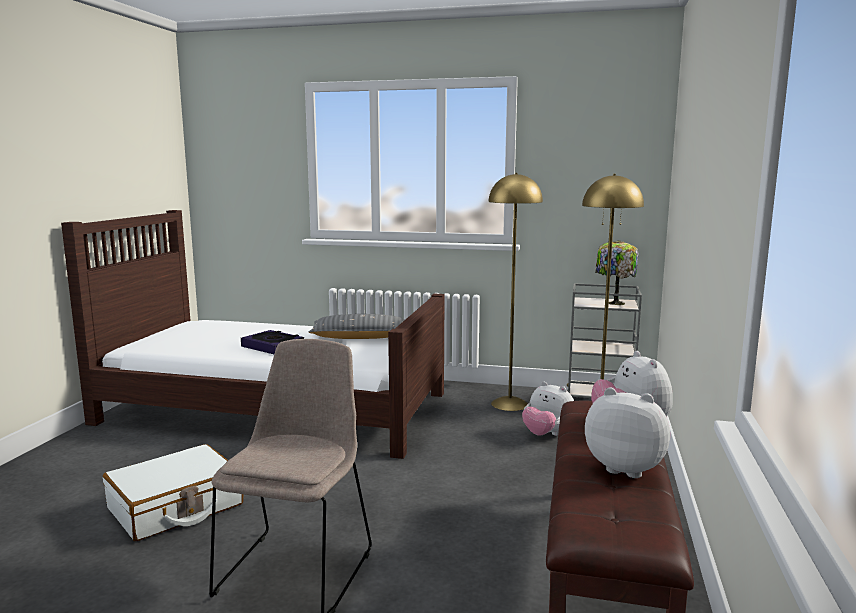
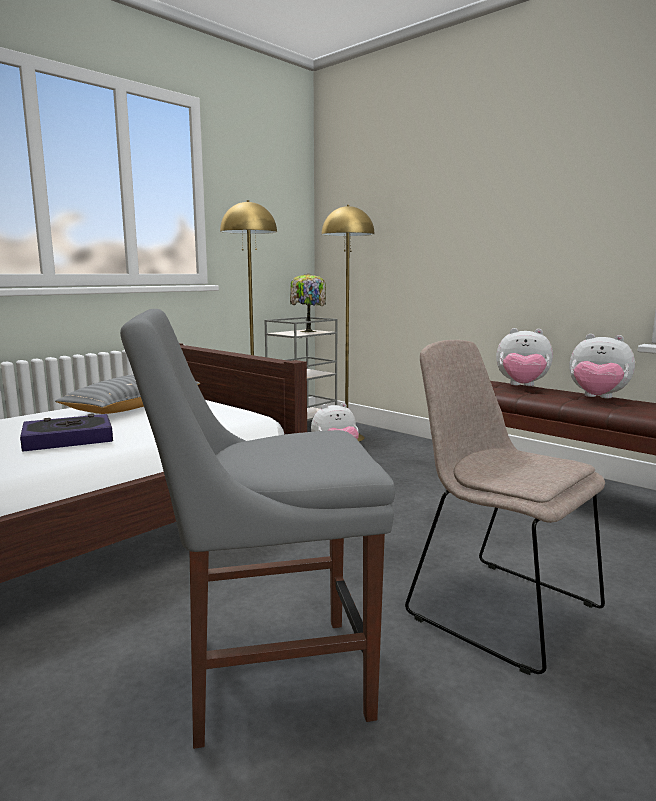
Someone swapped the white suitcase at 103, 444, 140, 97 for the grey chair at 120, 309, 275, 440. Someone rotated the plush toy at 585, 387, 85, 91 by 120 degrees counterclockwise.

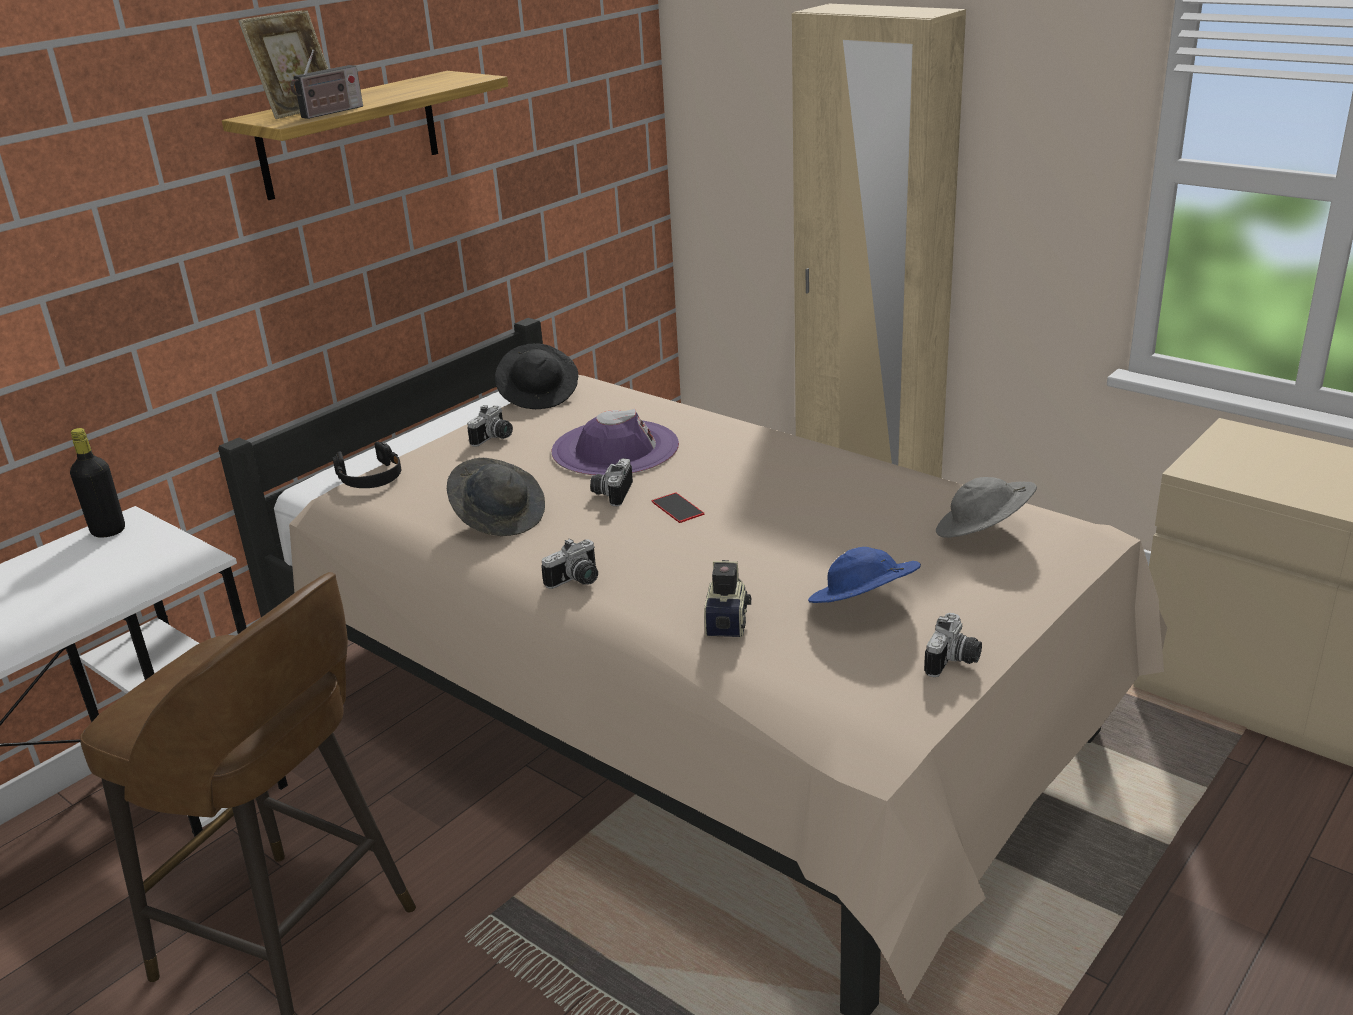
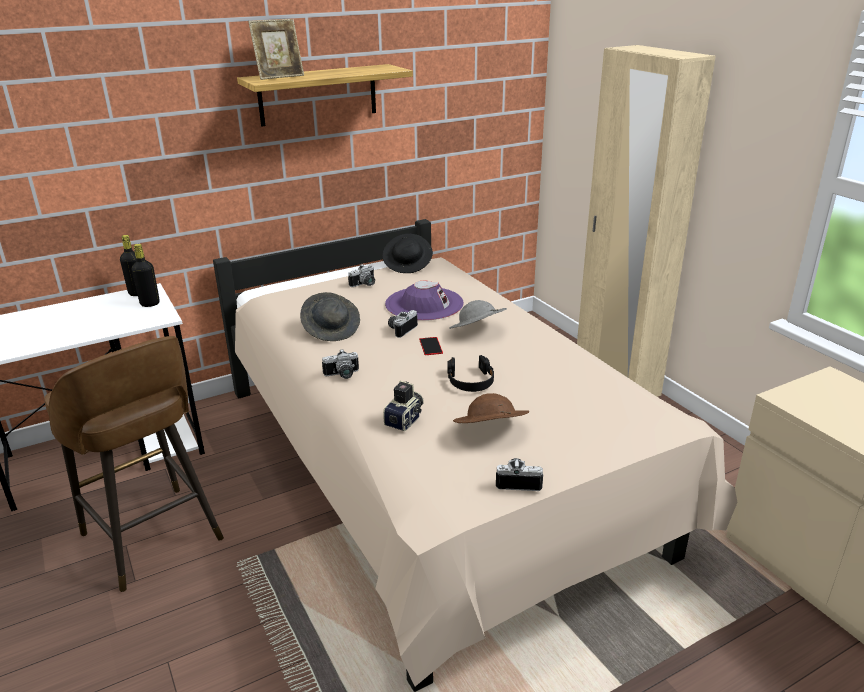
Someone took away the radio at 290, 49, 73, 70. Someone carried the black headphones from 333, 442, 68, 46 to 447, 355, 47, 37. Someone repainted the blue hat at 808, 547, 113, 56, which became the brown hat at 453, 393, 76, 30. Someone rotated the photo camera at 924, 613, 58, 64 by 135 degrees counterclockwise. Someone carried the grey hat from 936, 477, 101, 61 to 449, 300, 58, 29. Someone put down the black bottle at 132, 244, 28, 63.

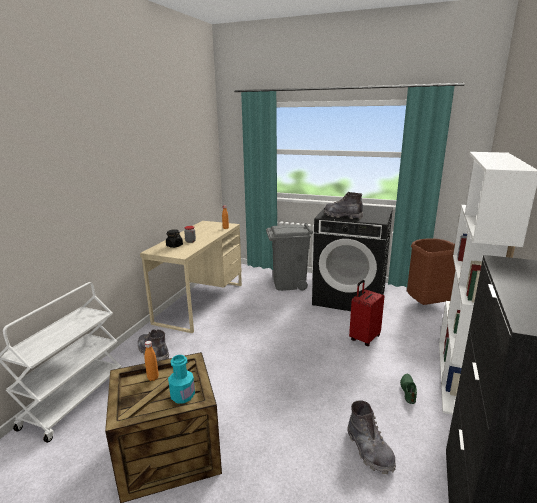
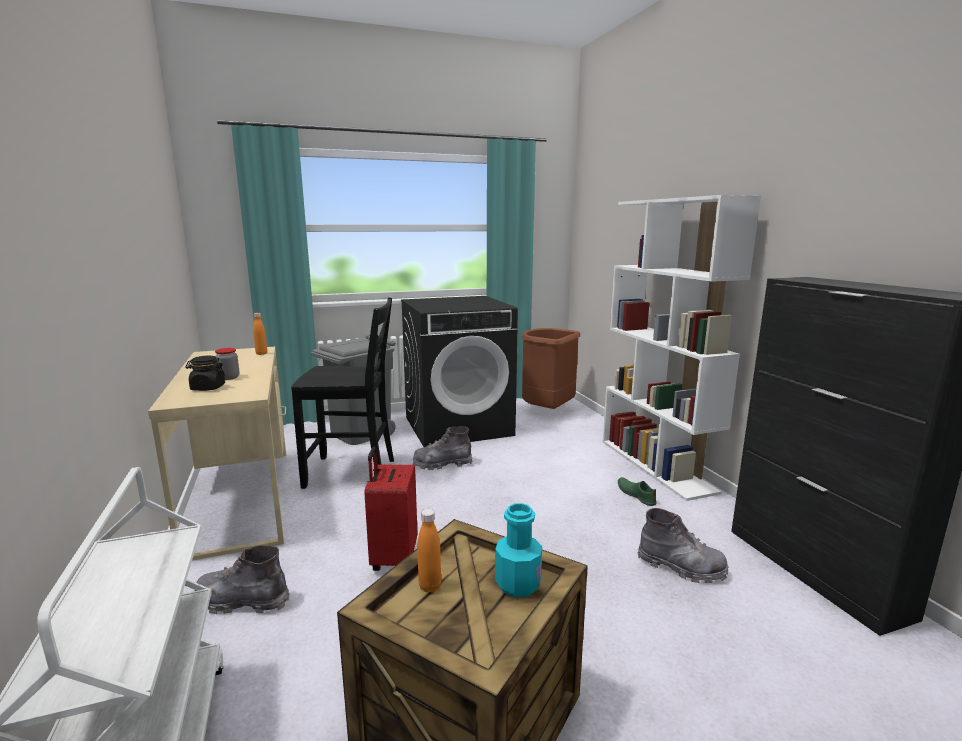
Someone carried the grey boot from 324, 192, 39, 27 to 413, 426, 59, 44. Someone carried the red suitcase from 349, 280, 36, 66 to 364, 447, 53, 124. Someone put down the black chair at 291, 297, 103, 192.

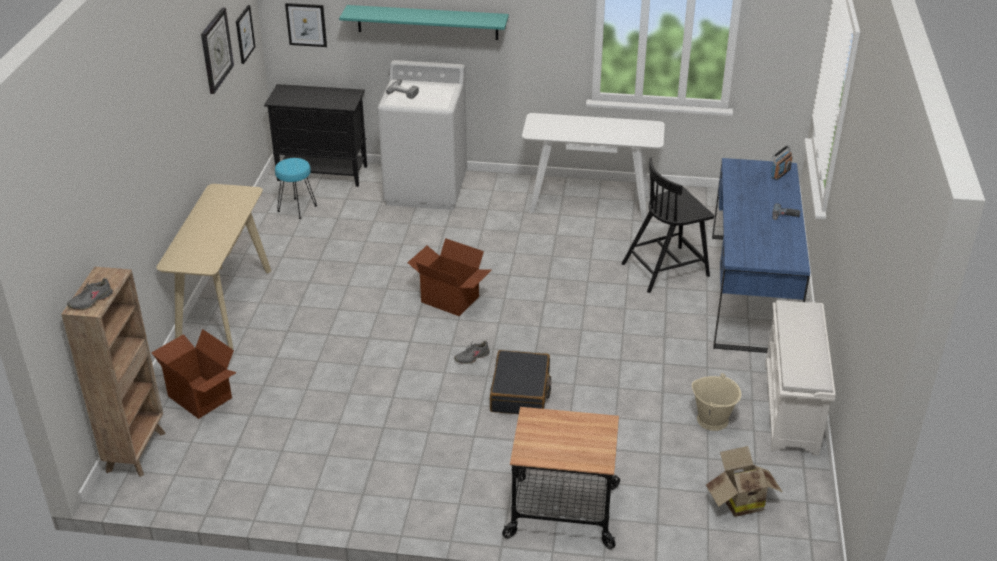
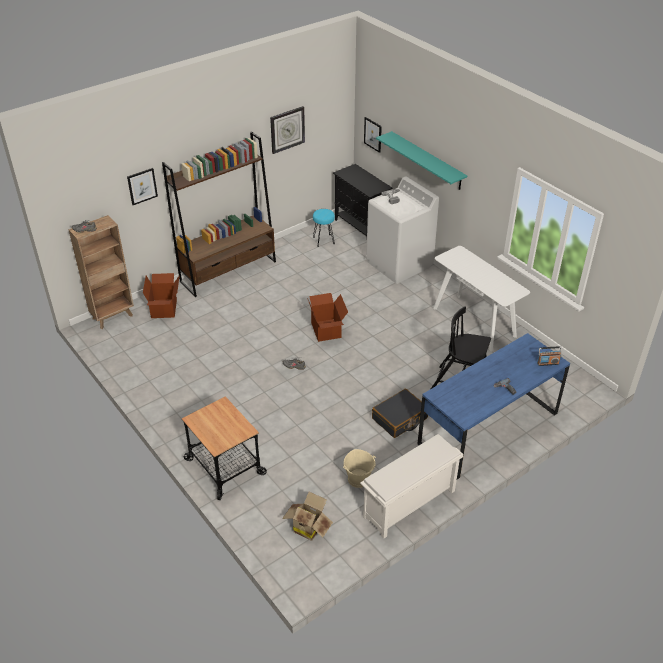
Someone swapped the beige console table at 156, 184, 115, 165 for the brown bookcase at 162, 131, 114, 166. Someone carried the picture from 236, 5, 19, 59 to 127, 168, 31, 37. Someone carried the black suitcase from 490, 350, 61, 64 to 372, 389, 56, 49.

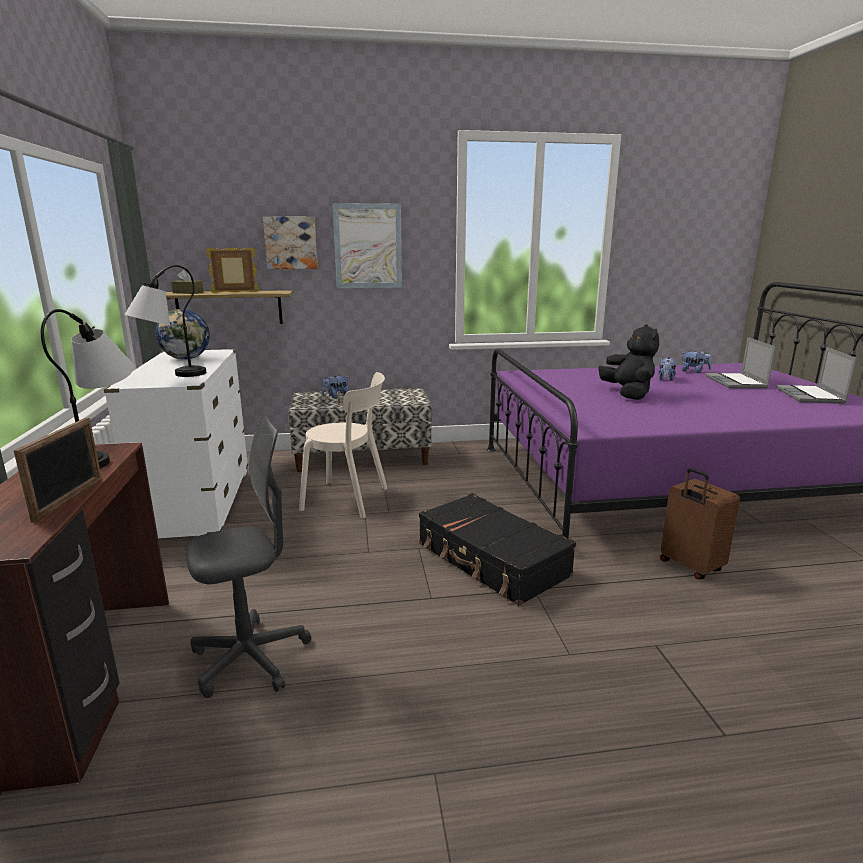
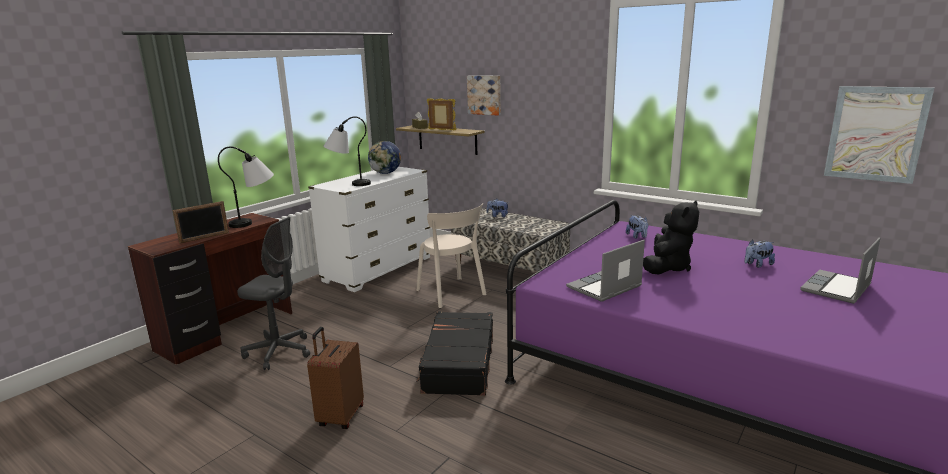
Someone carried the picture from 332, 203, 70, 85 to 824, 86, 110, 98. Someone carried the brown suitcase from 660, 468, 80, 111 to 307, 327, 57, 102. Someone carried the plush toy from 682, 350, 30, 23 to 626, 215, 22, 24. Someone carried the laptop from 776, 347, 81, 57 to 566, 240, 79, 62.

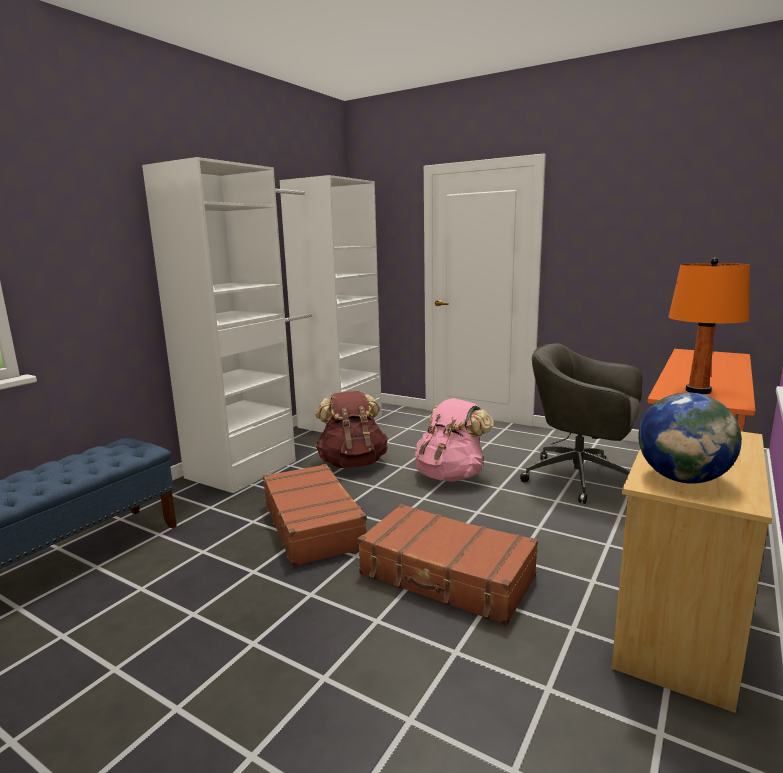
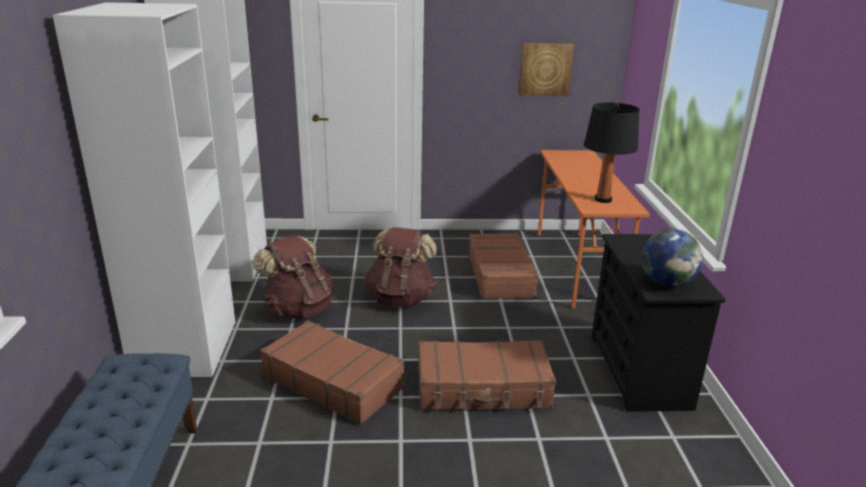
Someone repainted the pink backpack at 415, 398, 78, 84, which became the brown backpack at 364, 227, 73, 80. Someone swapped the grey office chair at 520, 344, 123, 160 for the brown suitcase at 469, 233, 70, 66. Someone repainted the beige dresser at 611, 431, 161, 282, which became the black dresser at 591, 234, 135, 178. Someone repainted the orange table lamp at 668, 258, 82, 136, which became the black table lamp at 584, 102, 56, 101. Someone put up the picture at 518, 43, 56, 53.

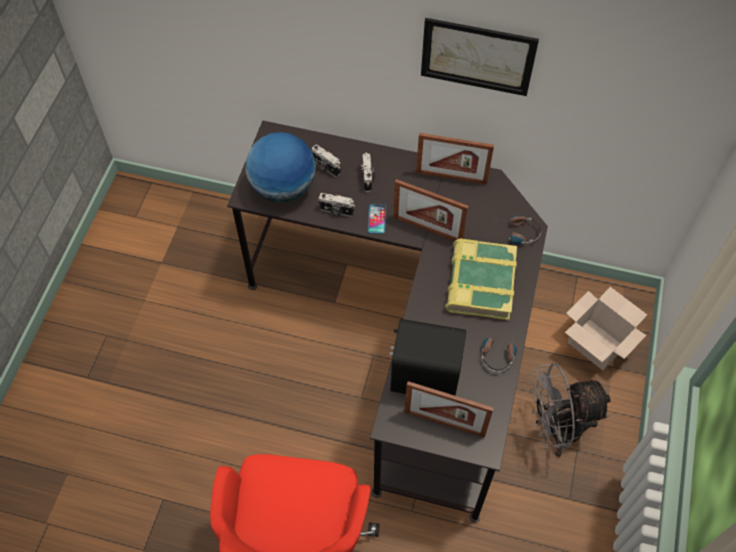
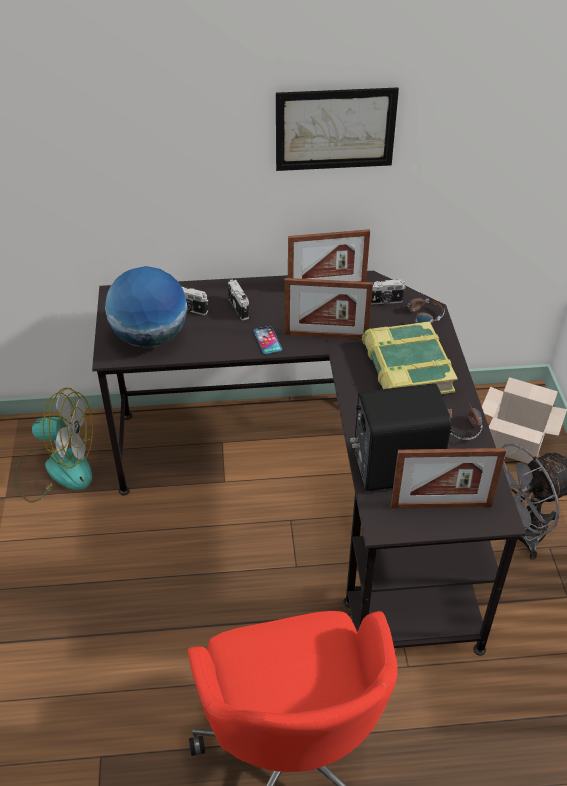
Someone carried the photo camera from 318, 193, 37, 24 to 371, 279, 35, 25. Someone put down the fan at 15, 387, 78, 116.

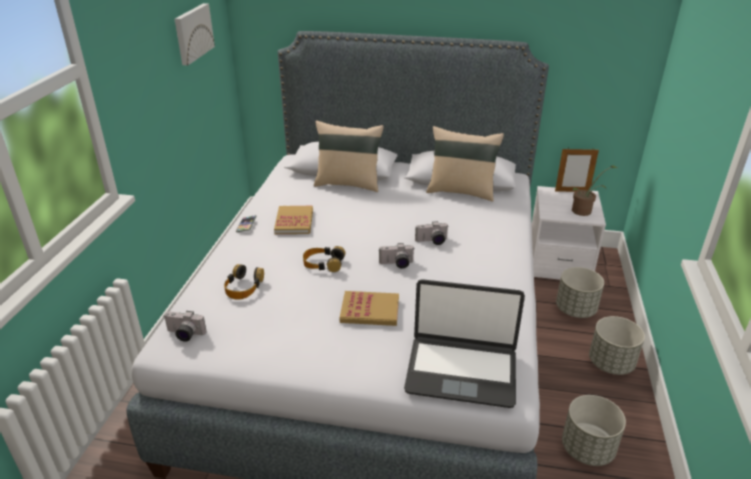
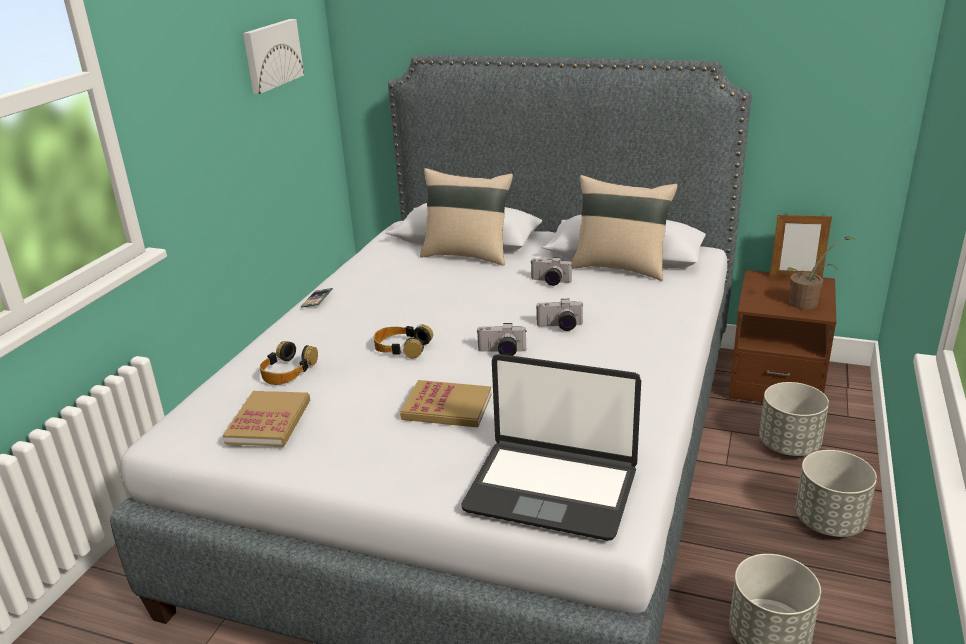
Someone carried the photo camera from 164, 311, 42, 31 to 530, 257, 42, 29. Someone carried the book from 274, 206, 39, 28 to 223, 391, 87, 56. Someone repainted the white nightstand at 532, 186, 74, 94, which became the brown nightstand at 729, 270, 107, 133.

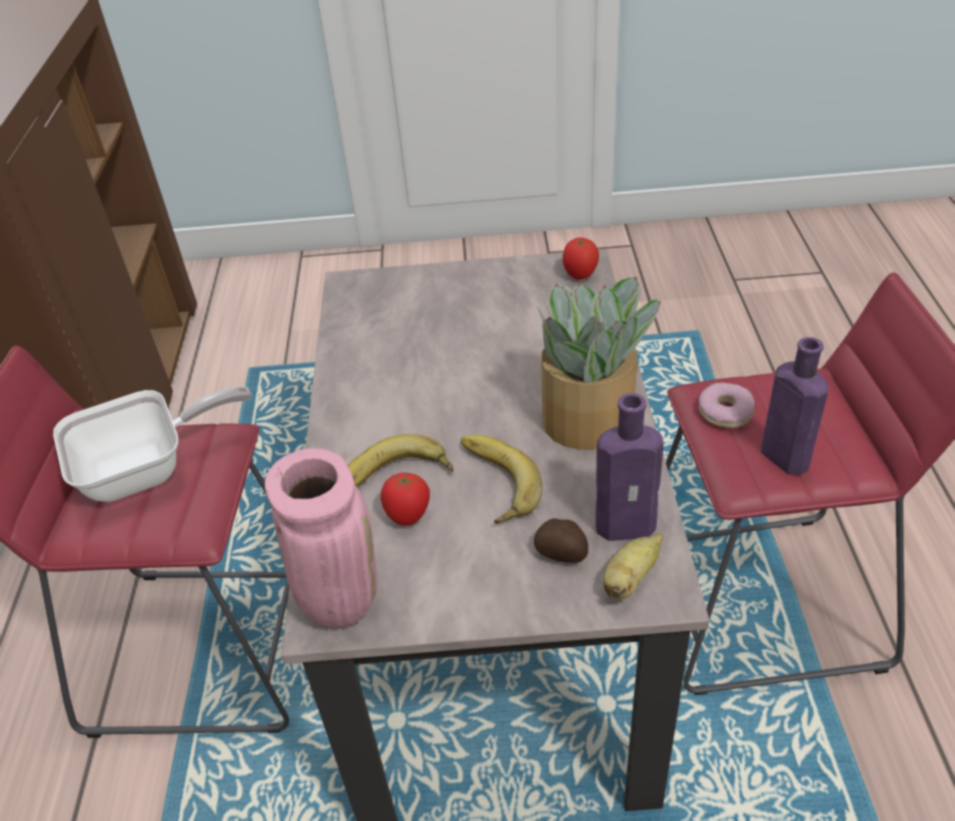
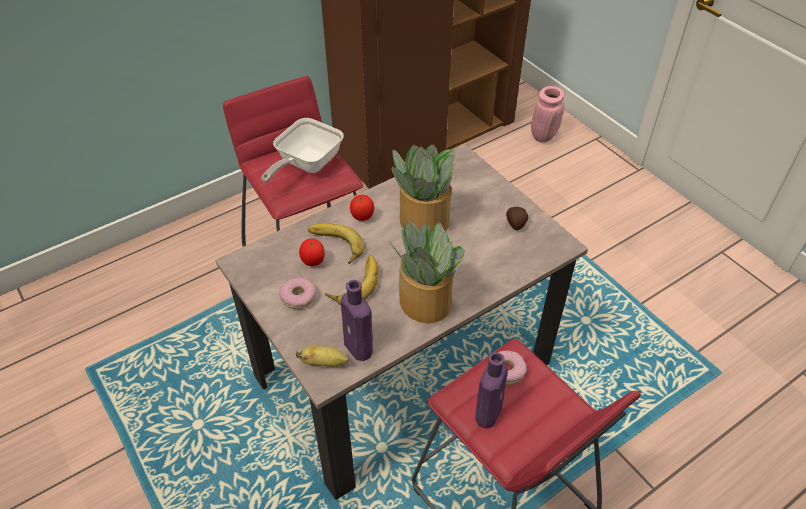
Someone rotated the frying pan at 53, 386, 199, 116 by 90 degrees clockwise. Someone carried the pink vase from 265, 448, 112, 180 to 531, 86, 34, 57. Someone carried the potato from 534, 518, 54, 45 to 506, 207, 22, 23. Someone carried the tomato from 563, 238, 36, 42 to 350, 195, 24, 26. Someone put down the donut at 280, 277, 36, 32. Someone put down the potted plant at 392, 144, 63, 89.

